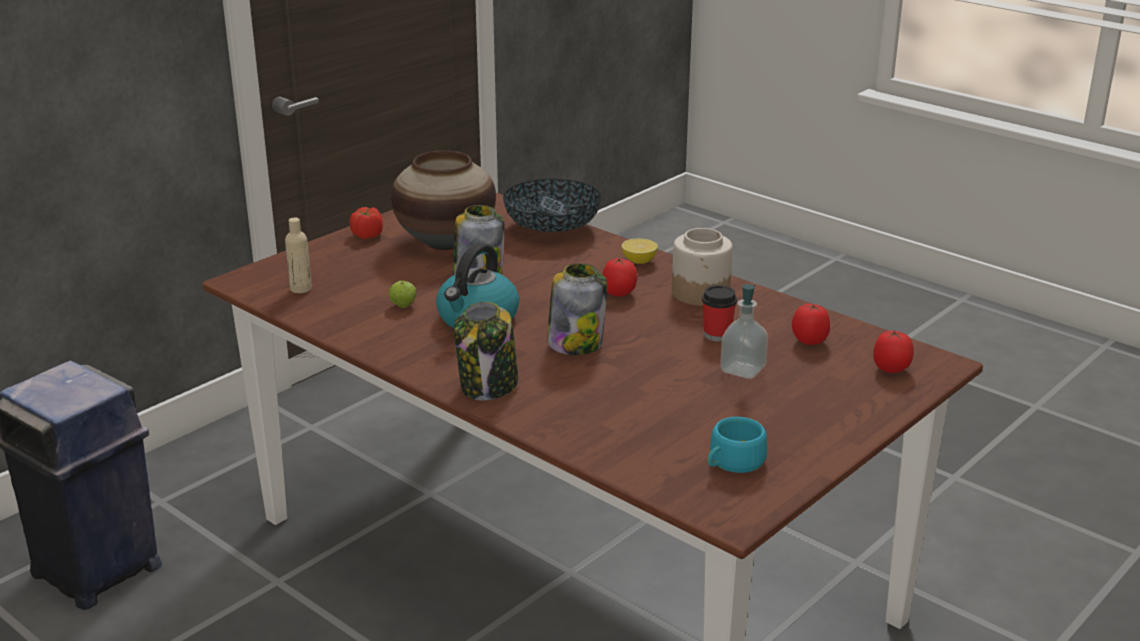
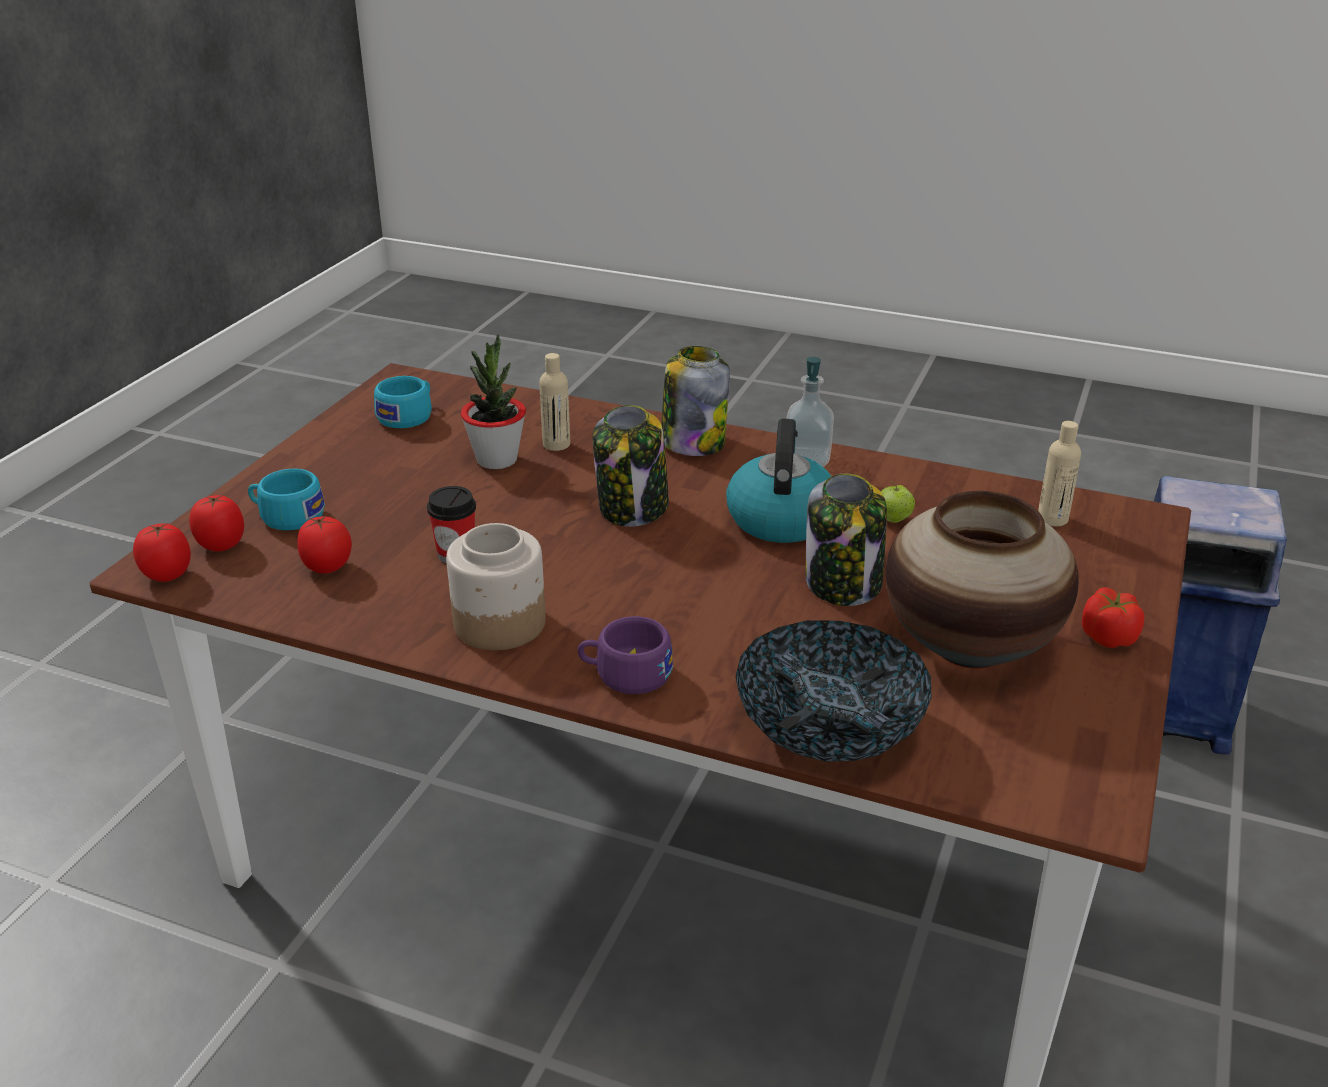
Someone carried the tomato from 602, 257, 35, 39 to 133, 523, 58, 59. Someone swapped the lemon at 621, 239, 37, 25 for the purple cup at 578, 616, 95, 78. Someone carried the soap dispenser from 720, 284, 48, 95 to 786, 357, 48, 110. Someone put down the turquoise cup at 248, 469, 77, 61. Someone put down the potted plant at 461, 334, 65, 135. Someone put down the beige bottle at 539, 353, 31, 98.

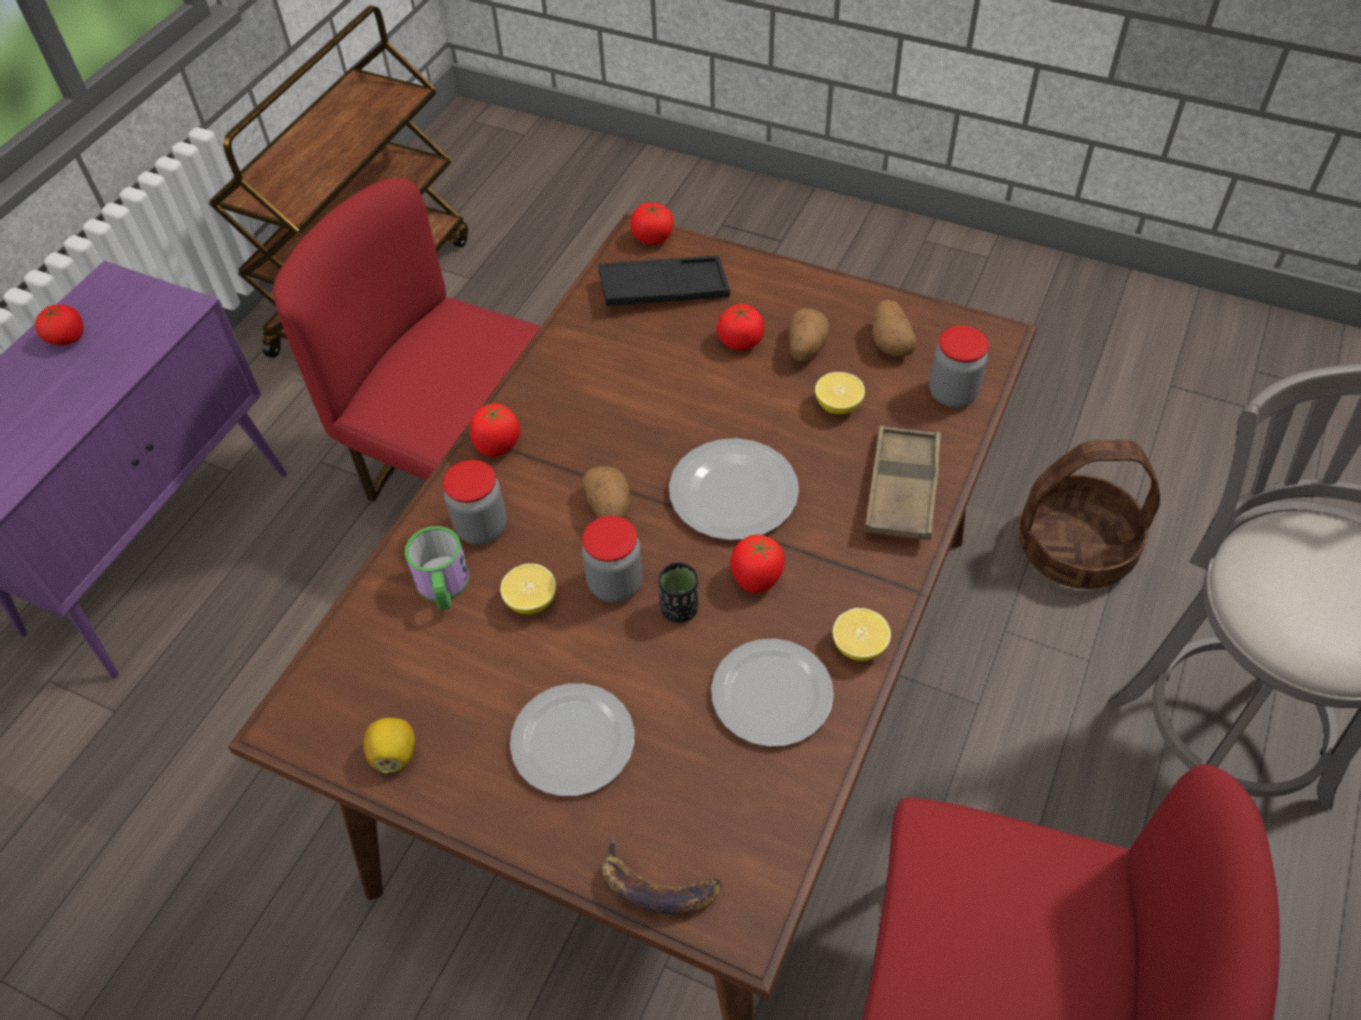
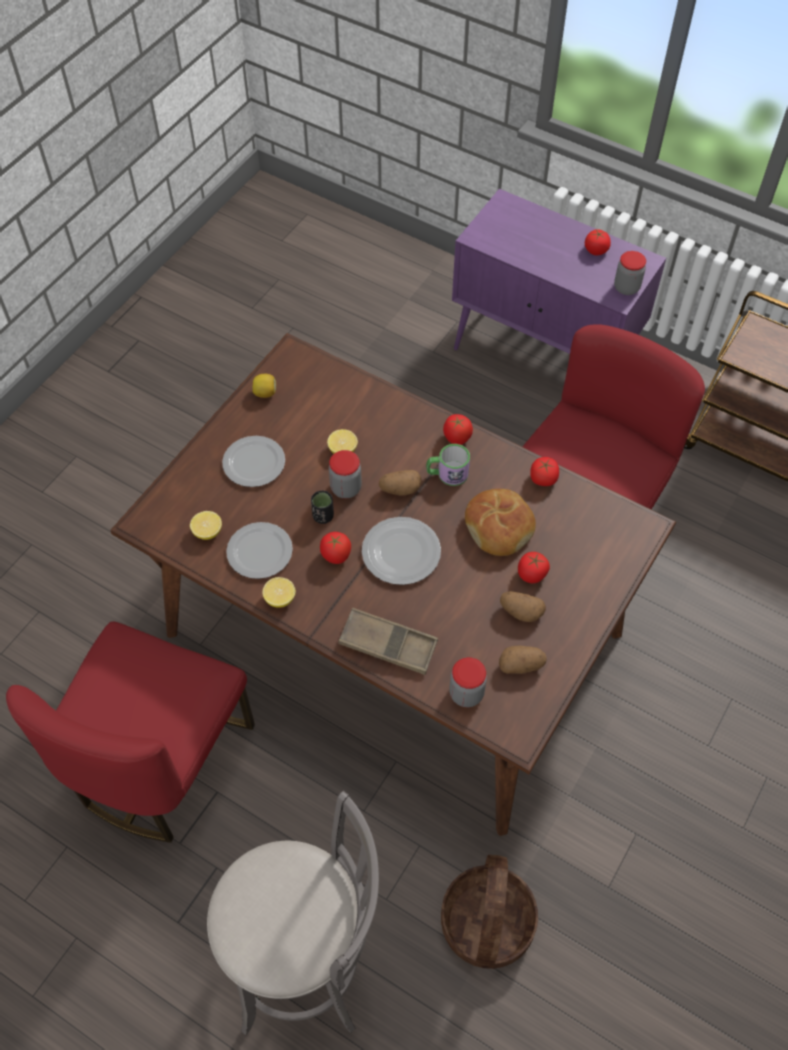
Someone carried the mug from 405, 526, 64, 84 to 426, 444, 44, 42. Someone carried the jar from 443, 460, 64, 85 to 614, 251, 32, 44. Someone took away the black tray at 598, 256, 132, 50. Someone took away the banana at 602, 836, 120, 78. Someone carried the tomato from 630, 202, 44, 43 to 530, 457, 29, 29. Someone carried the lemon from 815, 372, 50, 42 to 190, 511, 32, 29. Someone put down the bread at 465, 489, 71, 67.

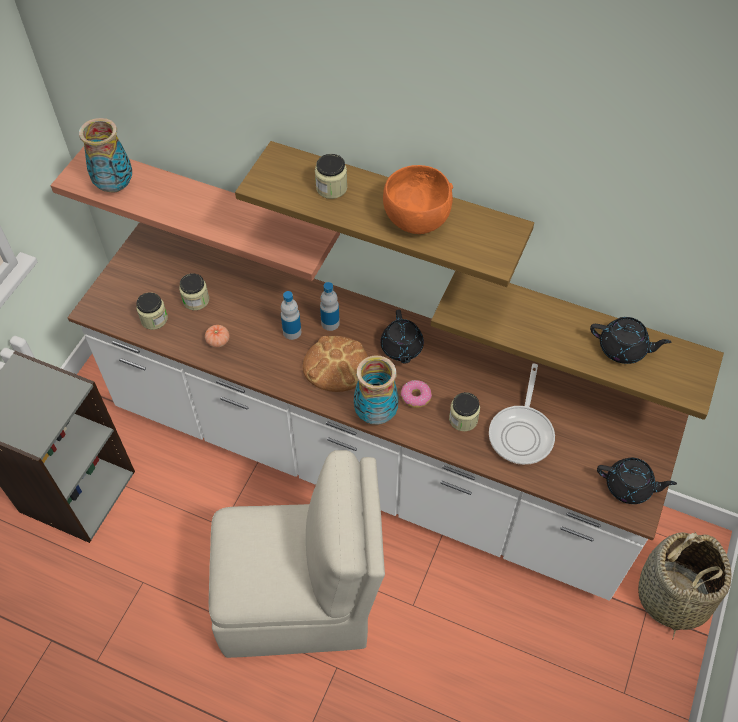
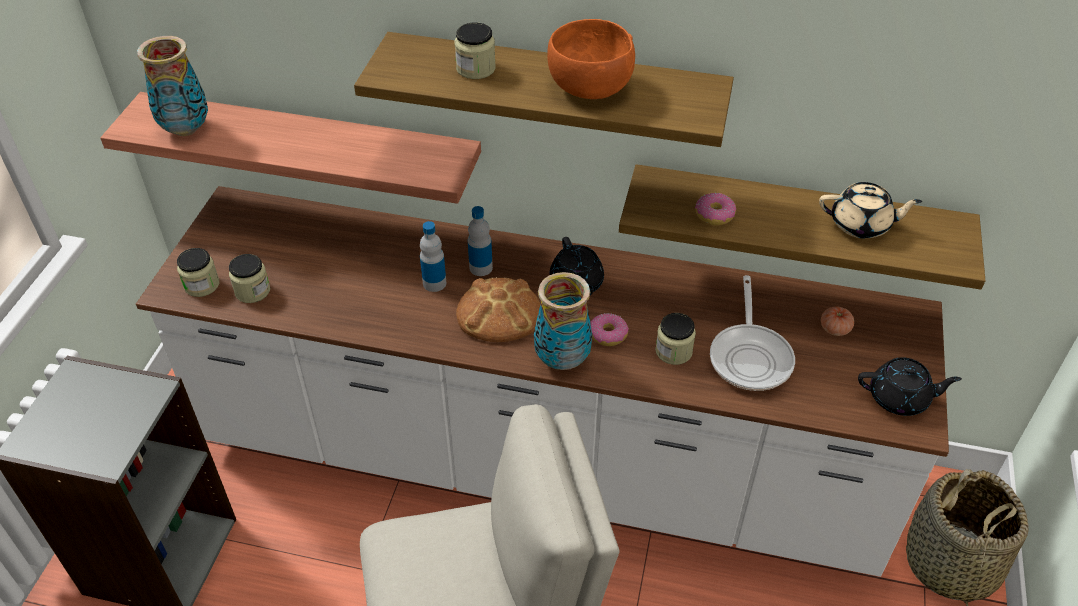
Someone carried the jar from 179, 273, 30, 37 to 177, 248, 42, 49. Someone carried the tomato from 205, 325, 25, 23 to 821, 306, 33, 30. Someone repainted the black teapot at 590, 317, 81, 47, which became the beige teapot at 819, 182, 103, 57. Someone put down the donut at 695, 193, 41, 32.

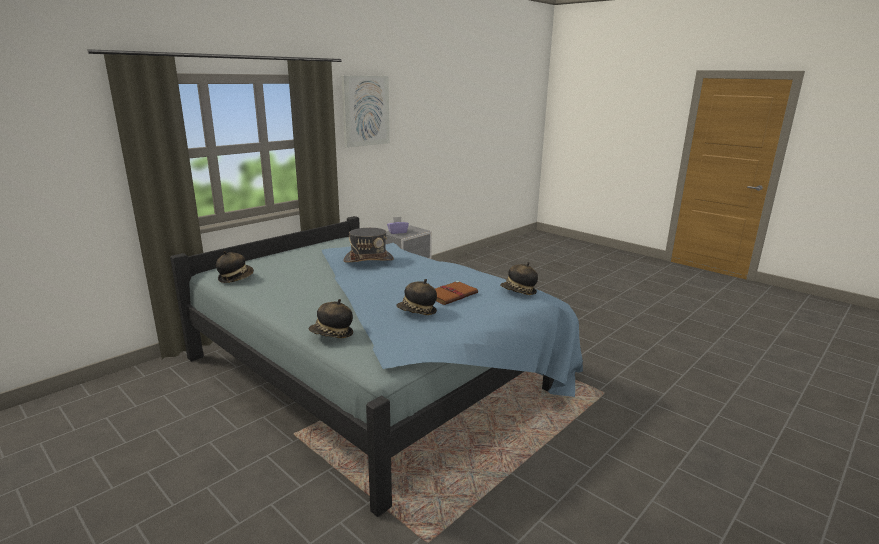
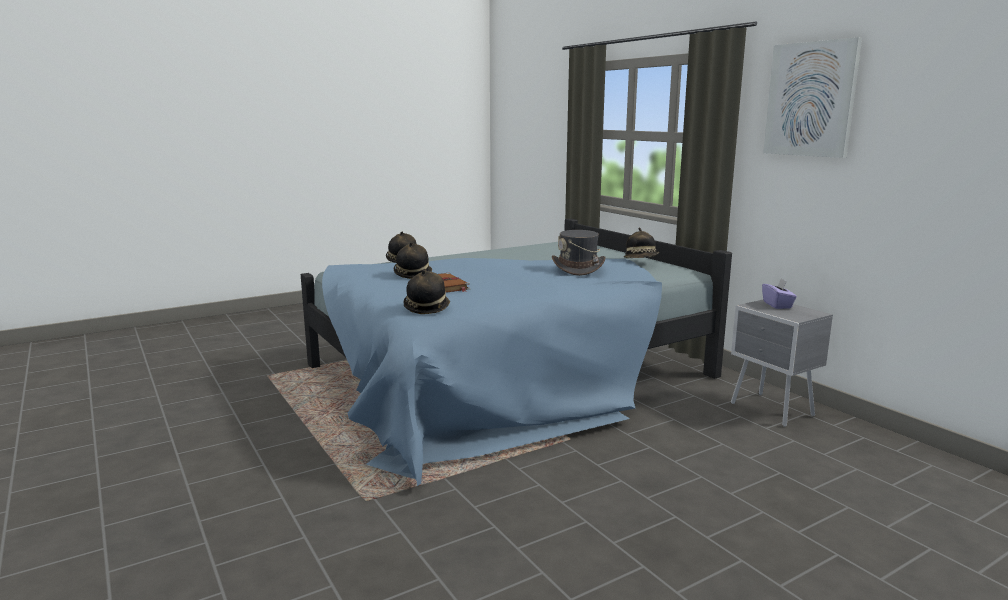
Someone carried the hat from 216, 251, 38, 32 to 624, 228, 35, 30.

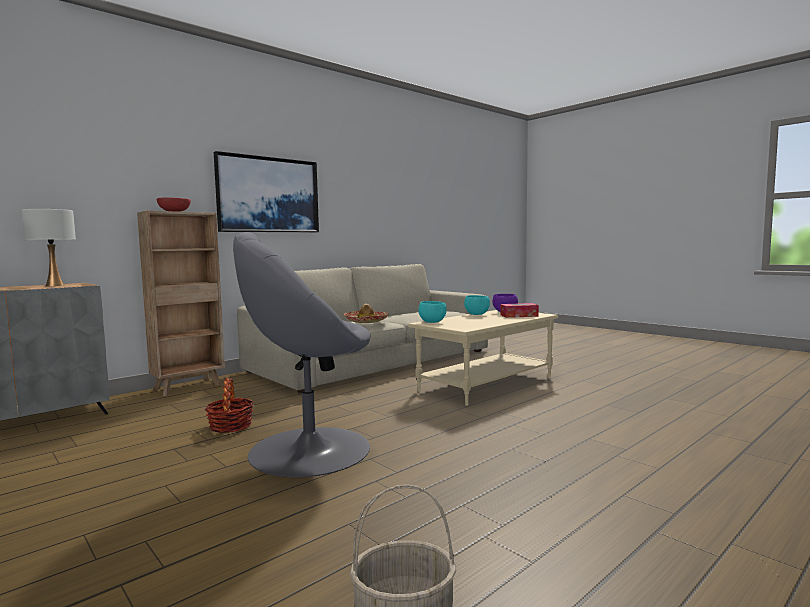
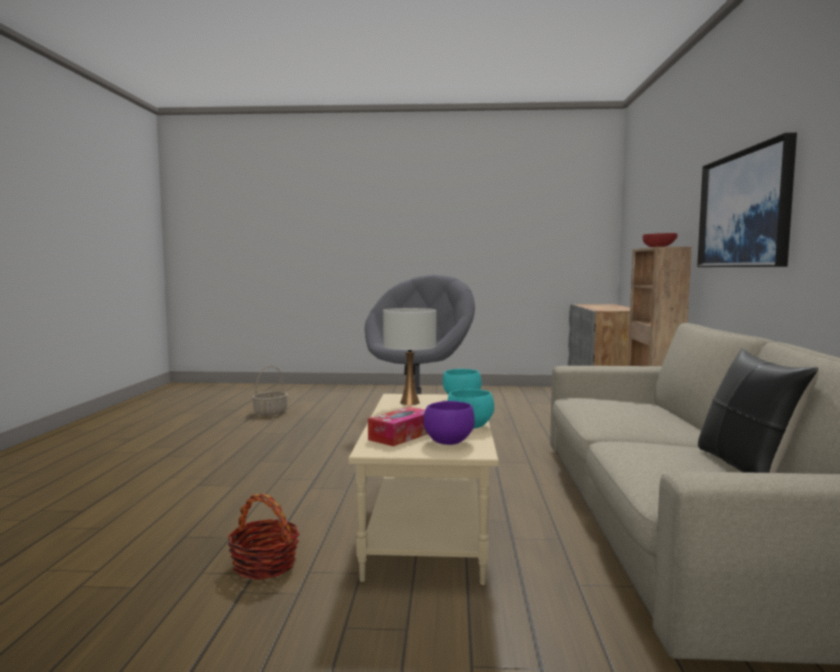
Someone carried the white table lamp from 22, 209, 54, 77 to 383, 308, 53, 97. Someone carried the basket from 205, 378, 49, 55 to 228, 494, 72, 86. Someone took away the hat at 344, 304, 45, 19. Someone put down the black pillow at 698, 349, 121, 124.

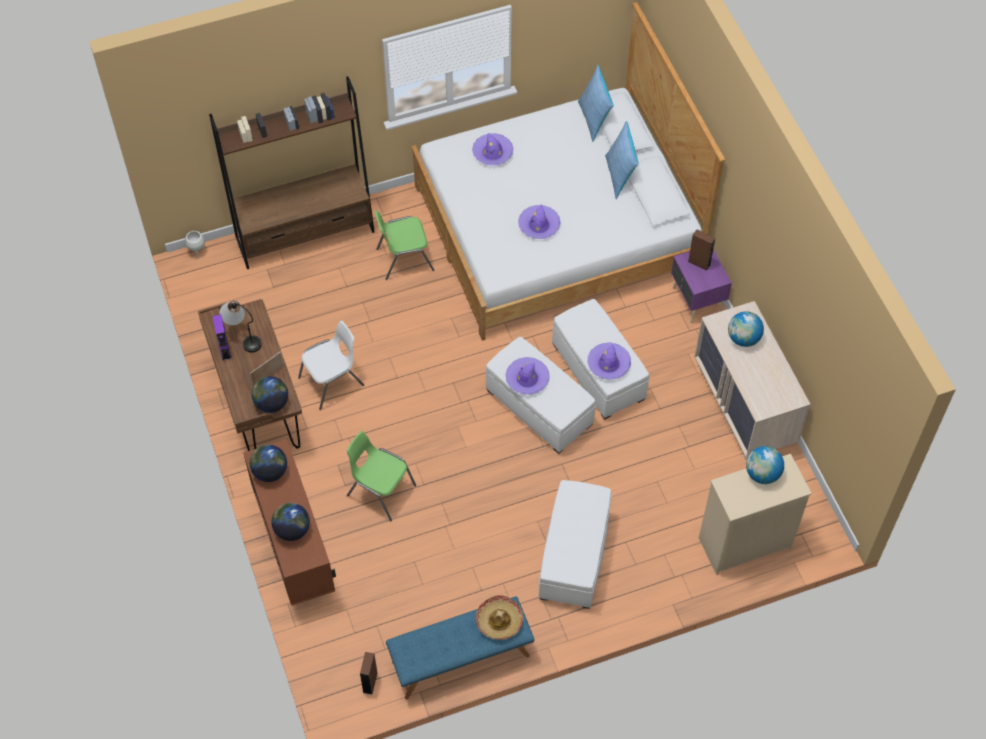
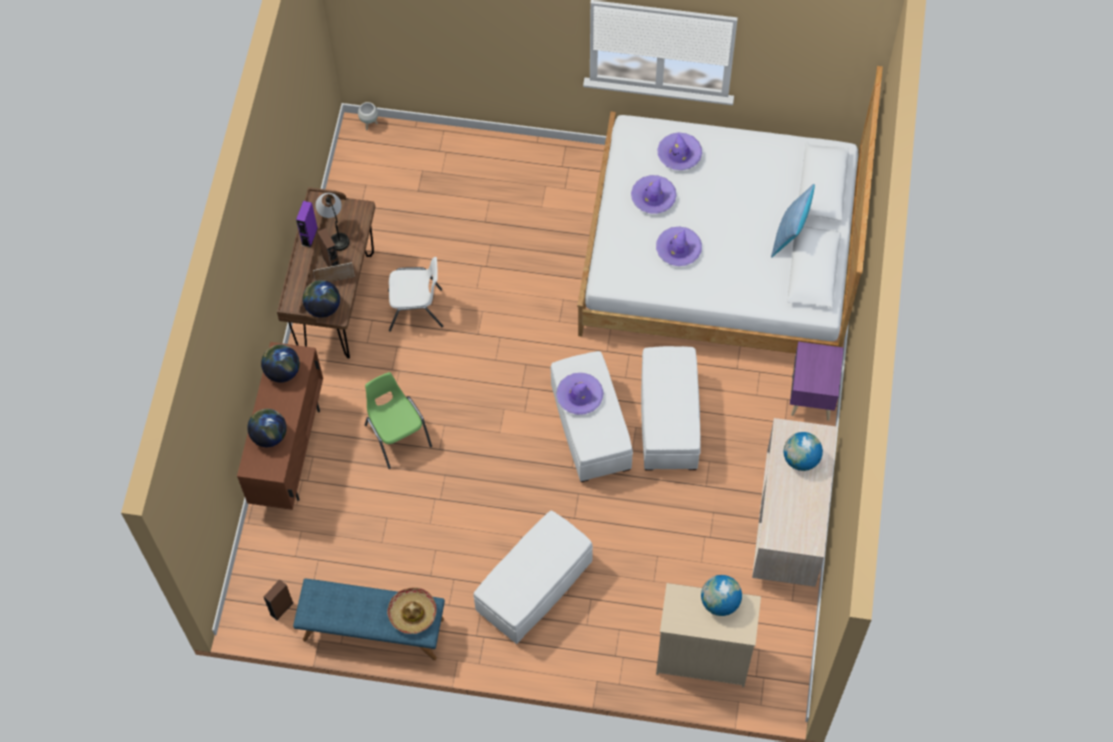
Someone took away the brown bookcase at 209, 76, 166, 193. Someone took away the green chair at 375, 211, 59, 69. Someone took away the pillow at 578, 65, 36, 77. Someone carried the purple hat from 587, 343, 44, 37 to 631, 175, 46, 39. Someone carried the brown speaker from 688, 230, 27, 41 to 317, 228, 23, 39.

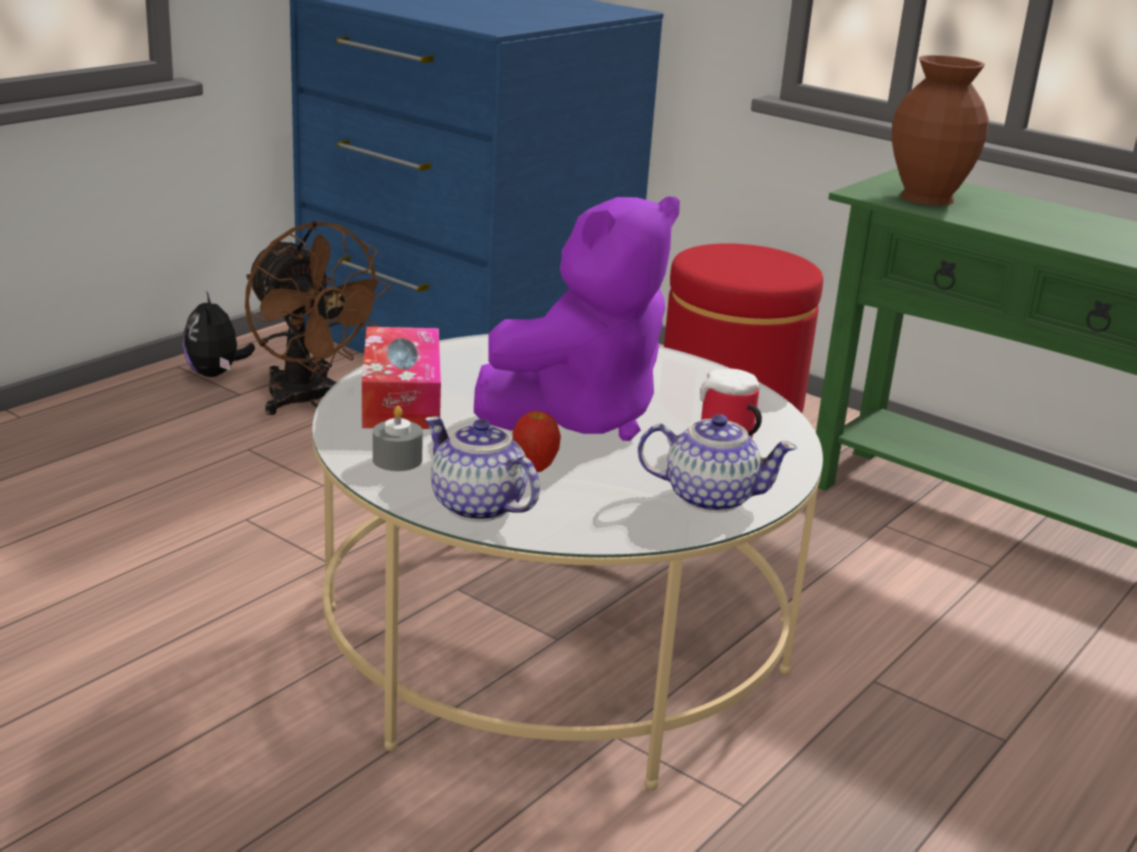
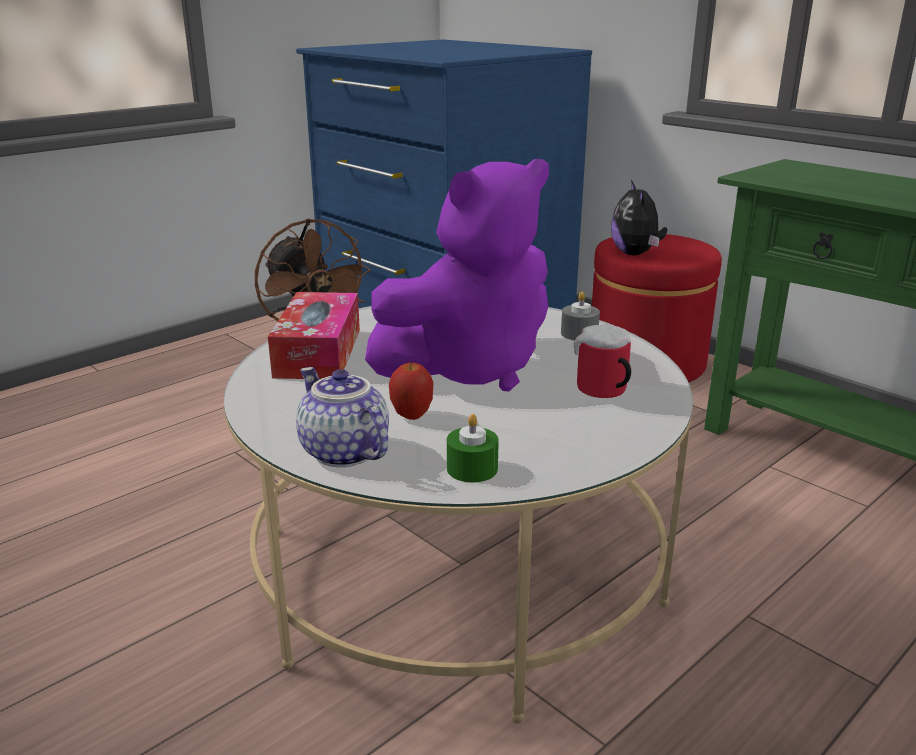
Someone carried the plush toy from 183, 291, 72, 86 to 611, 180, 56, 75. Someone carried the grey candle from 373, 406, 50, 65 to 561, 292, 39, 49. Someone took away the teapot at 638, 414, 159, 99. Someone took away the brown vase at 892, 55, 97, 151. Someone put down the green candle at 447, 414, 52, 68.

